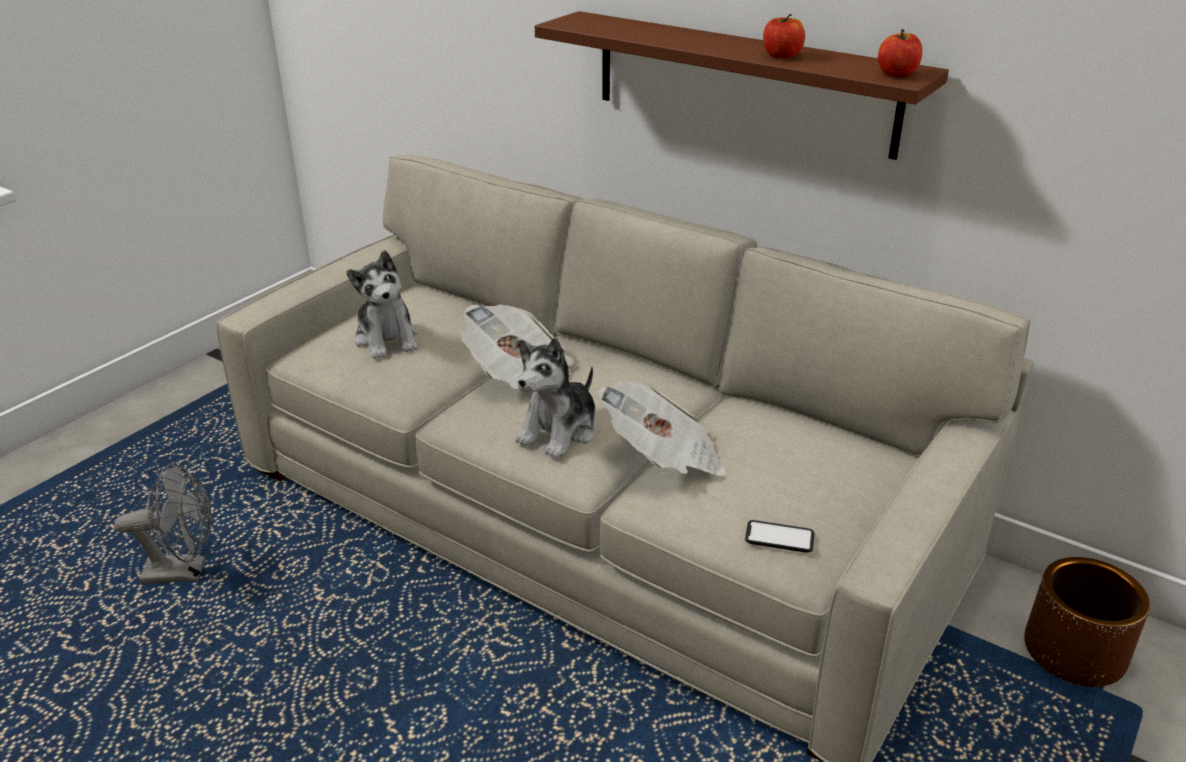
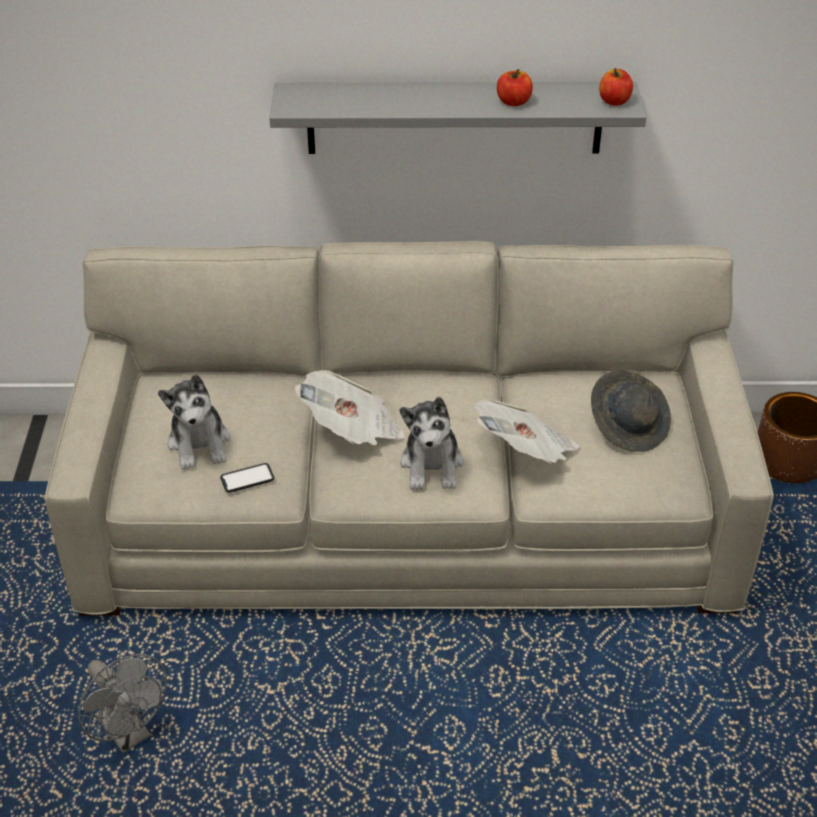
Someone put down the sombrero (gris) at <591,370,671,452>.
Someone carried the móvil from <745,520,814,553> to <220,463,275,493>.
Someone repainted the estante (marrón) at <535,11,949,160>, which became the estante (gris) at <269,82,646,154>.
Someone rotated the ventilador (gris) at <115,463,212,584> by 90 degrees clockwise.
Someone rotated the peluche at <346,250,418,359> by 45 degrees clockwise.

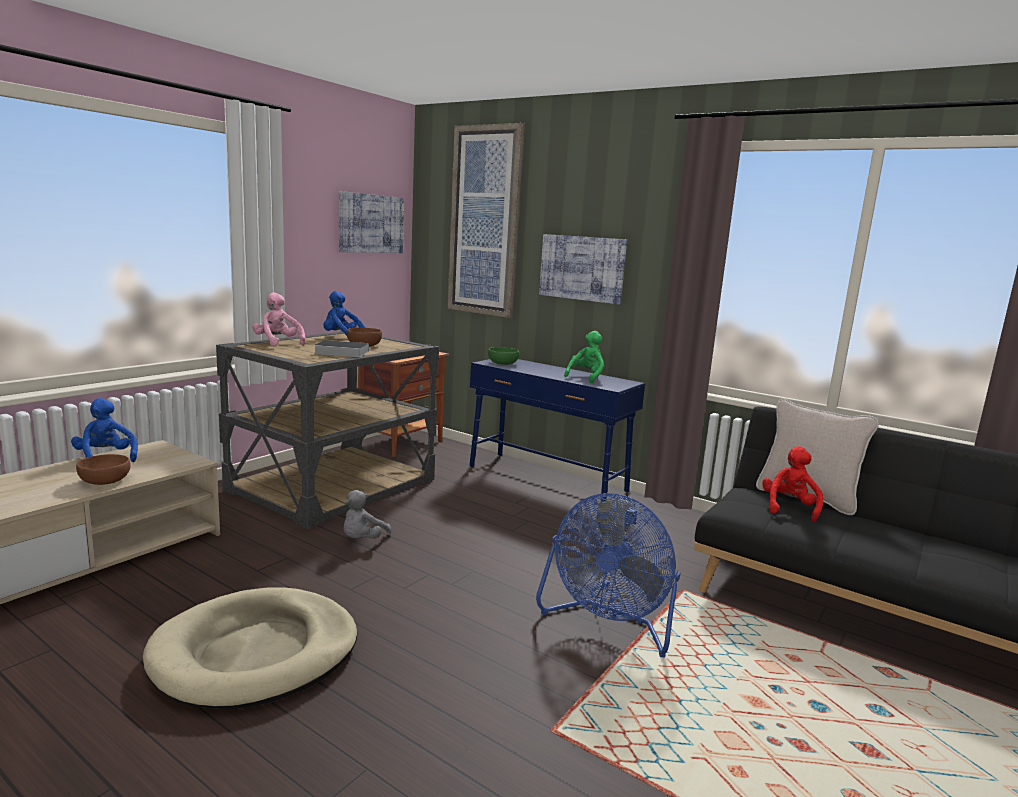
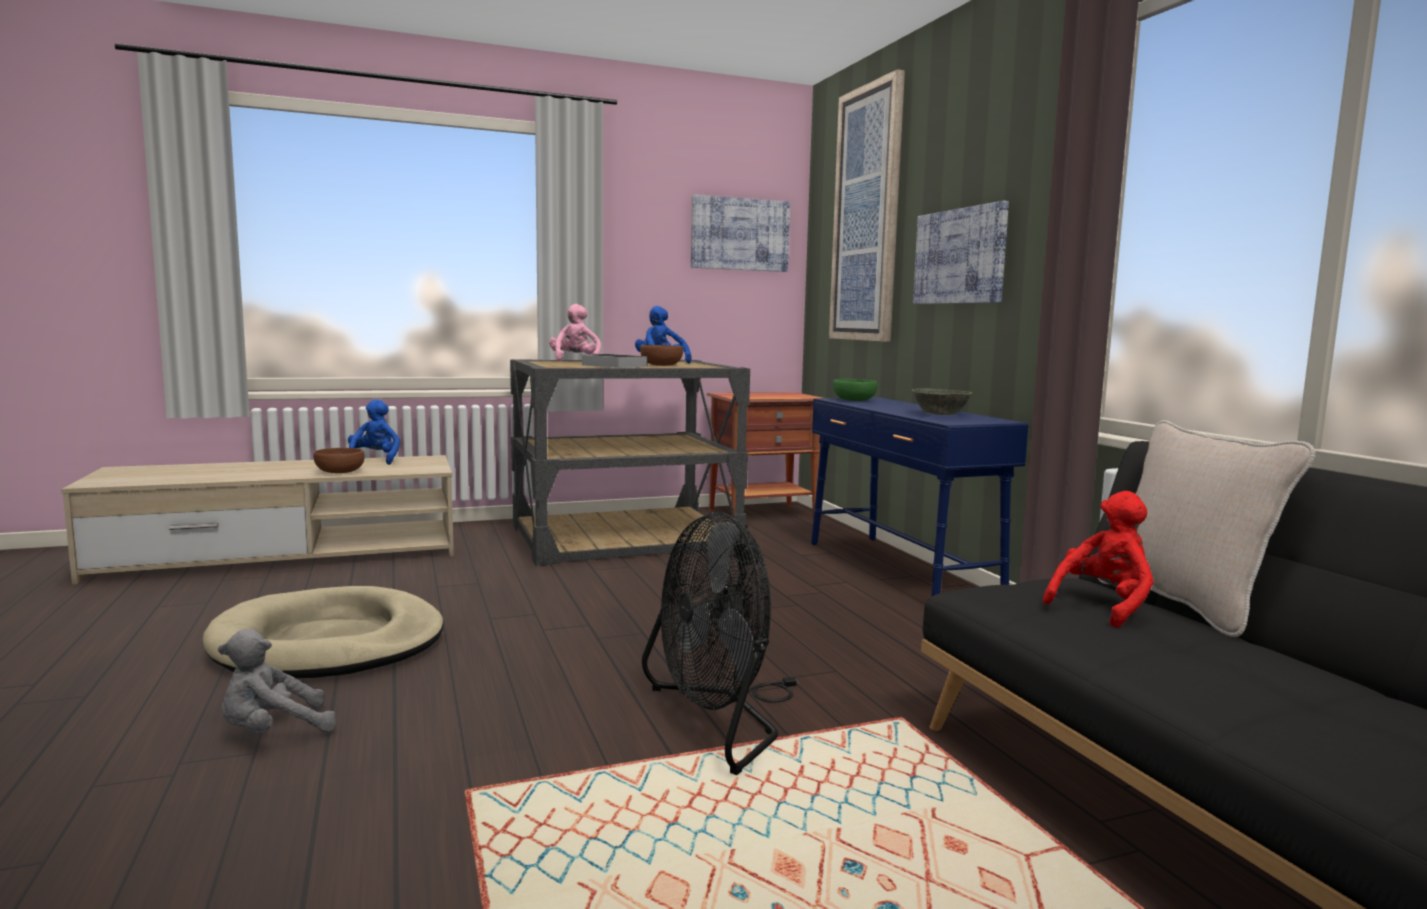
Someone carried the peluche (gris) from <344,490,392,539> to <218,629,336,734>.
Someone swapped the peluche (verde) at <564,331,604,383> for the cuenco (gris) at <912,389,973,415>.
Someone repainted the ventilador (azul) at <536,493,680,657>, which became the ventilador (negro) at <642,512,798,775>.

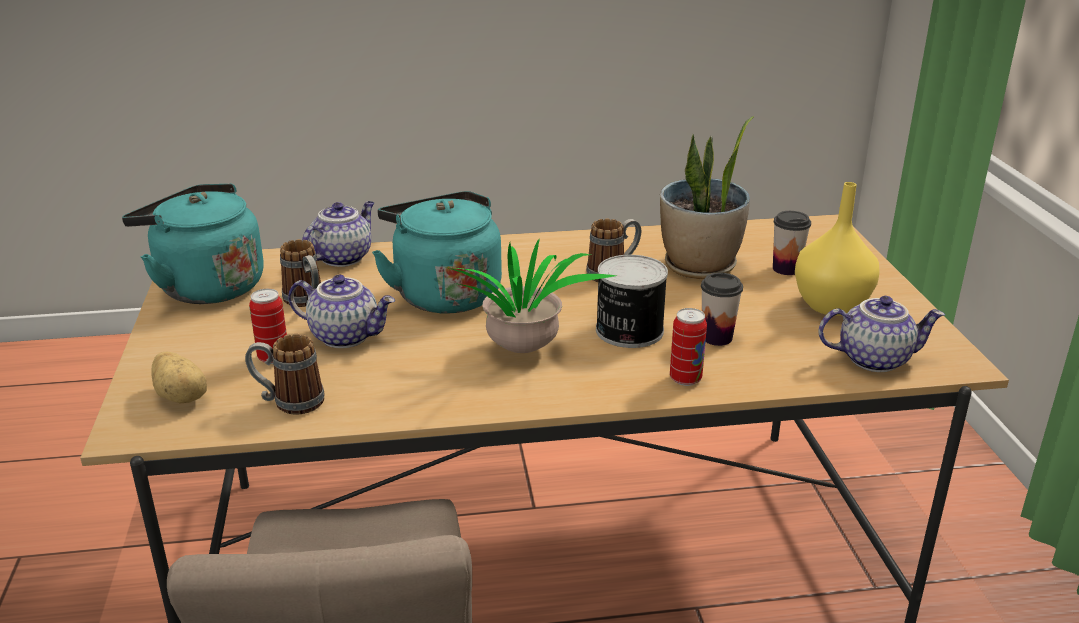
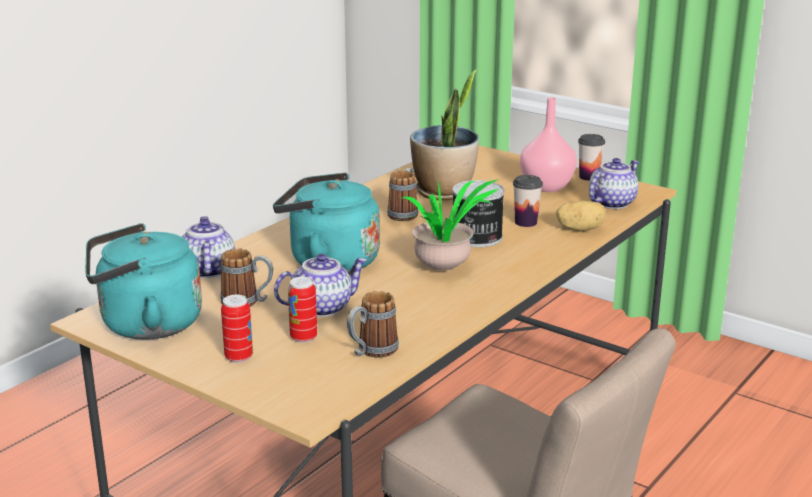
Someone carried the patata from <152,352,207,403> to <556,201,605,232>.
Someone carried the lata from <670,308,707,386> to <221,295,253,363>.
Someone carried the taza from <773,211,811,275> to <578,134,605,181>.
Someone repainted the florero (amarillo) at <795,182,880,316>, which became the florero (rosa) at <520,98,577,192>.

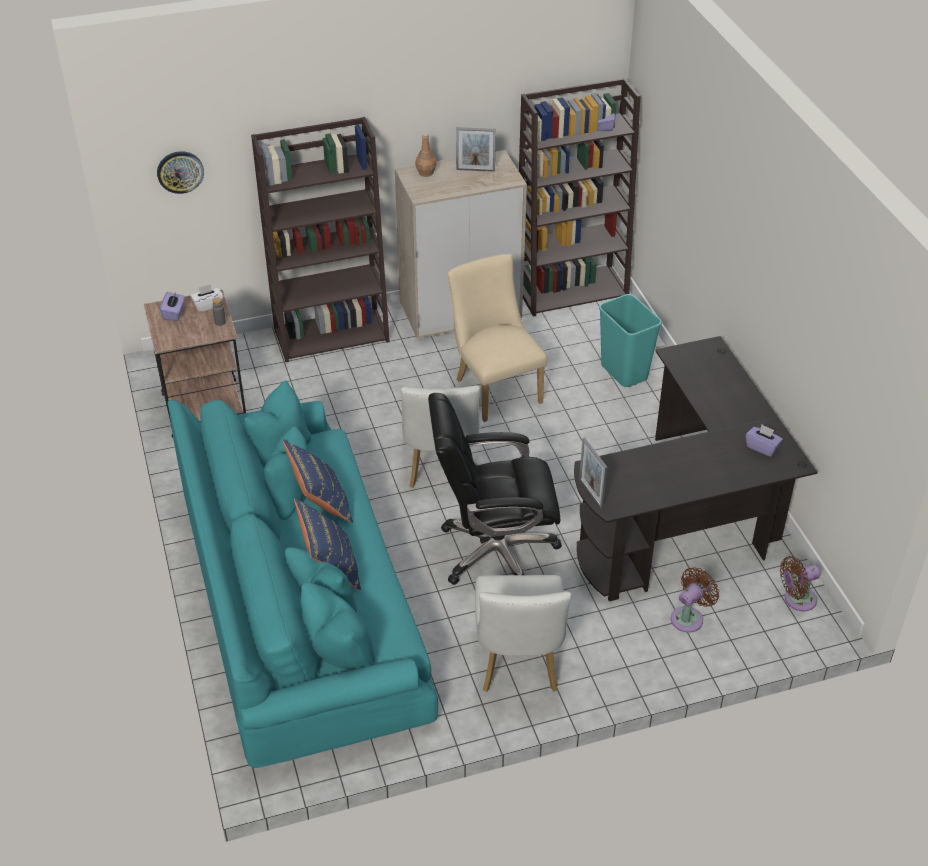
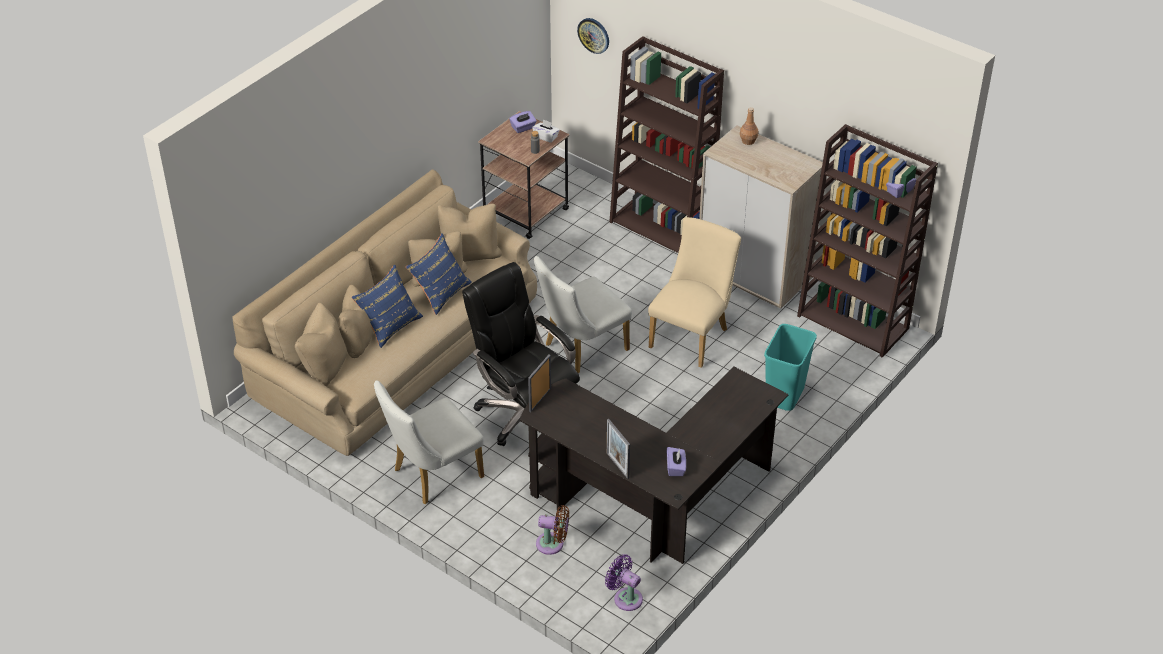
Someone carried the portarretratos from <456,127,496,172> to <607,419,630,479>.
Someone repainted the sofá (turquesa) at <168,380,438,768>, which became the sofá (beis) at <233,169,537,456>.
Someone repainted the ventilador (marrón) at <780,556,821,611>, which became the ventilador (morado) at <605,554,643,611>.

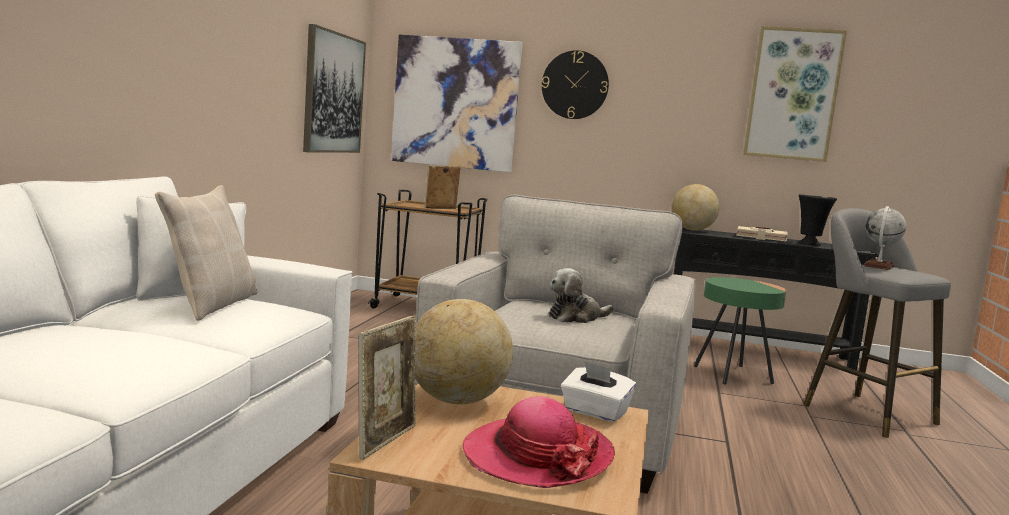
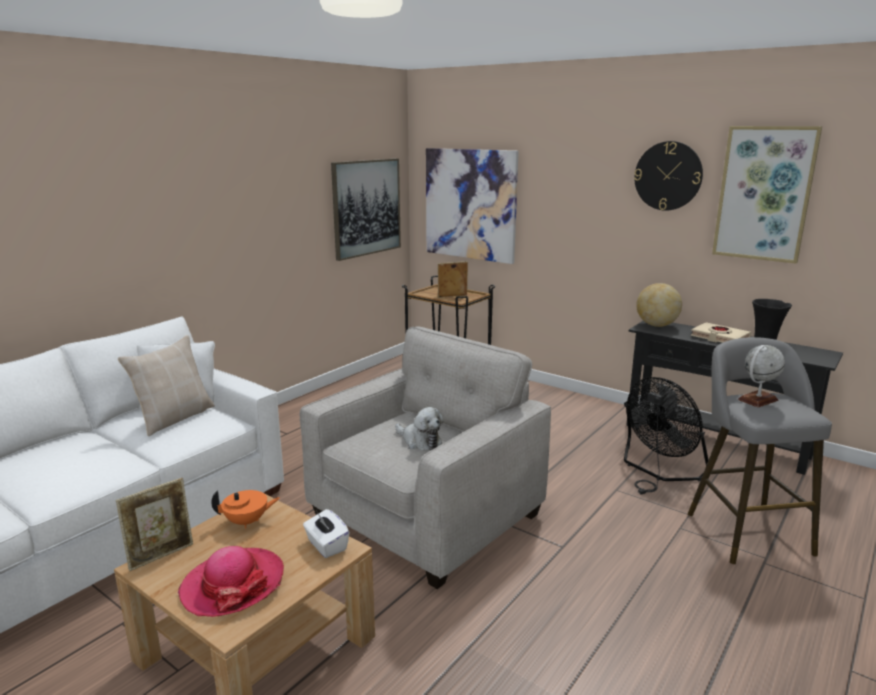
Someone carried the reloj de pared from <542,50,609,119> to <634,141,703,211>.
Someone swapped the globo terráqueo at <415,299,513,404> for the tetera (naranja) at <211,490,280,529>.
Someone swapped the mesa auxiliar (verde) at <694,277,787,385> for the ventilador (negro) at <624,377,708,495>.
Someone rotated the peluche at <549,268,613,323> by 135 degrees counterclockwise.

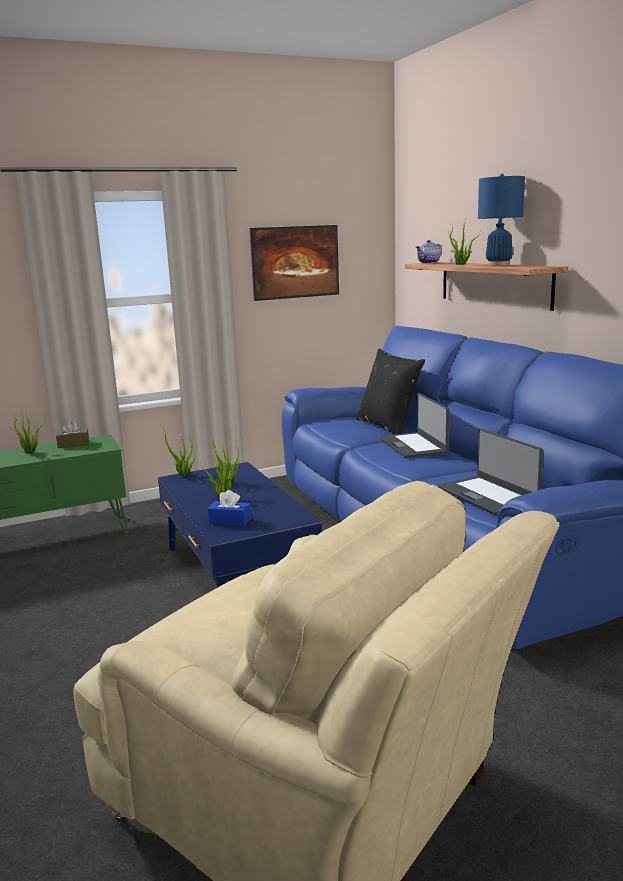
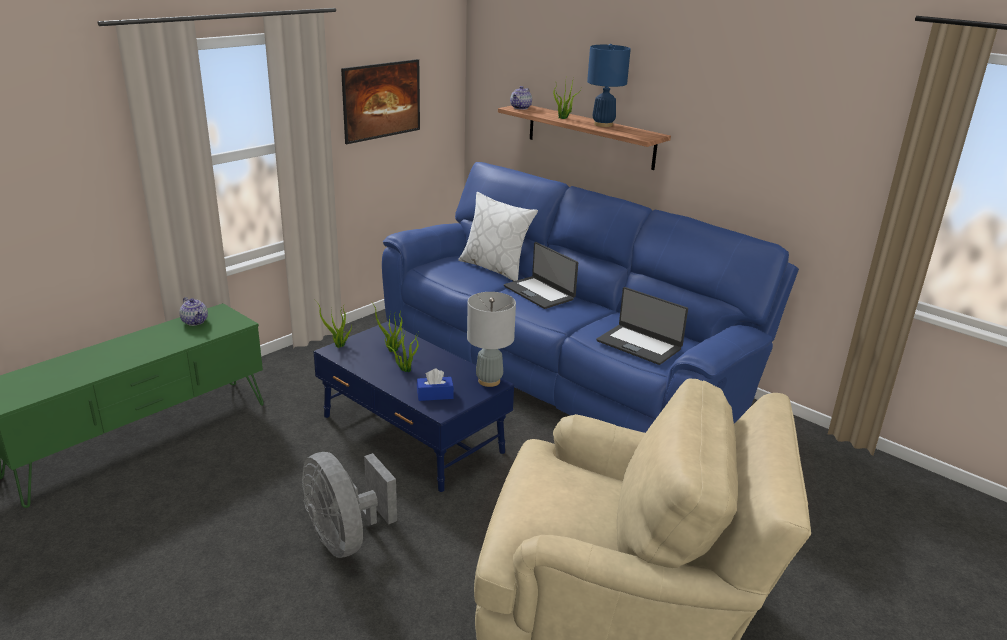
Someone took away the planta en maceta at <10,410,45,454>.
Someone put down the ventilador (gris) at <302,452,397,558>.
Someone put down the lámpara de mesa (gris) at <467,292,516,387>.
Someone swapped the caja de pañuelos (marrón) at <56,420,89,448> for the tetera at <179,297,208,326>.
Someone repainted the cojín (negro) at <357,349,425,435>, which became the cojín (blanco) at <458,192,538,281>.

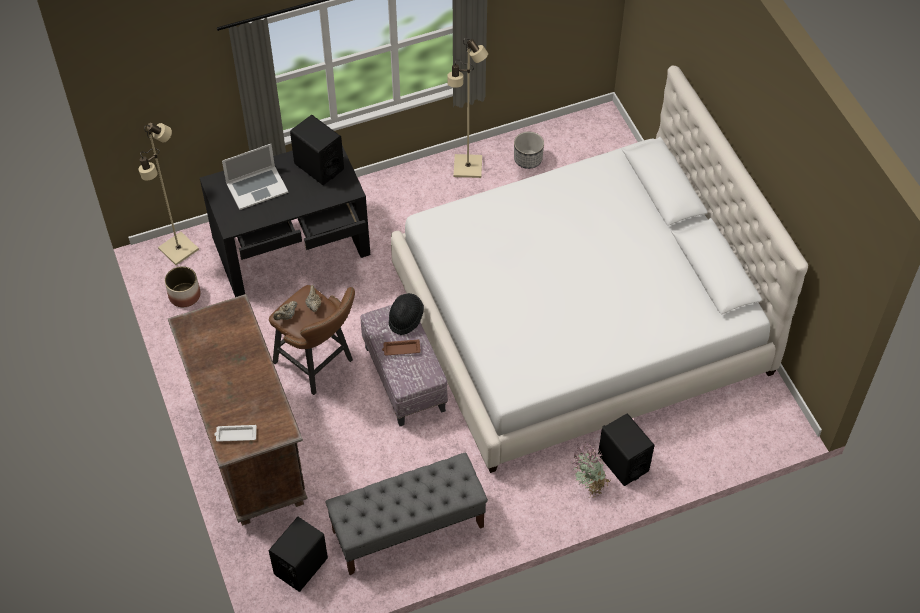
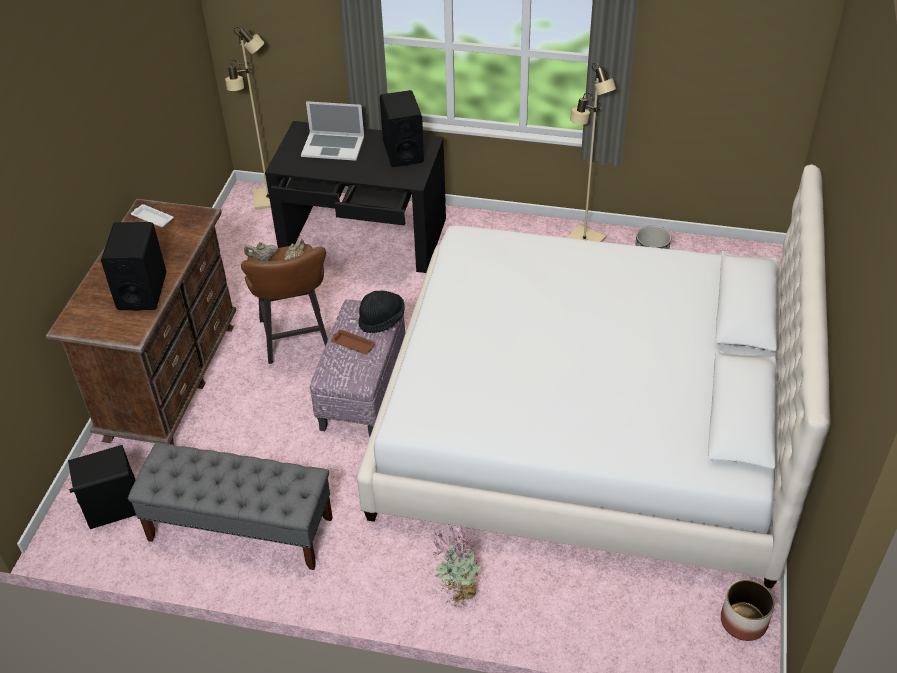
Someone carried the maceta from <165,266,200,307> to <721,579,775,641>.
Someone carried the bandeja (blanco) from <214,425,257,442> to <131,204,174,227>.
Someone carried the altavoz (negro) from <598,413,655,486> to <101,222,167,311>.

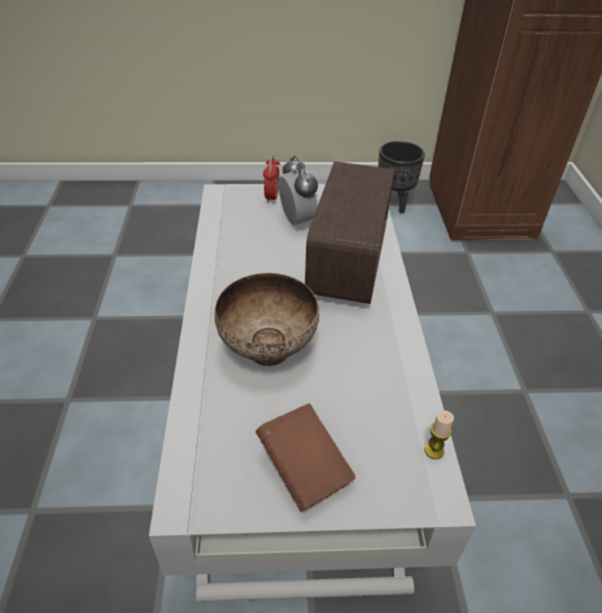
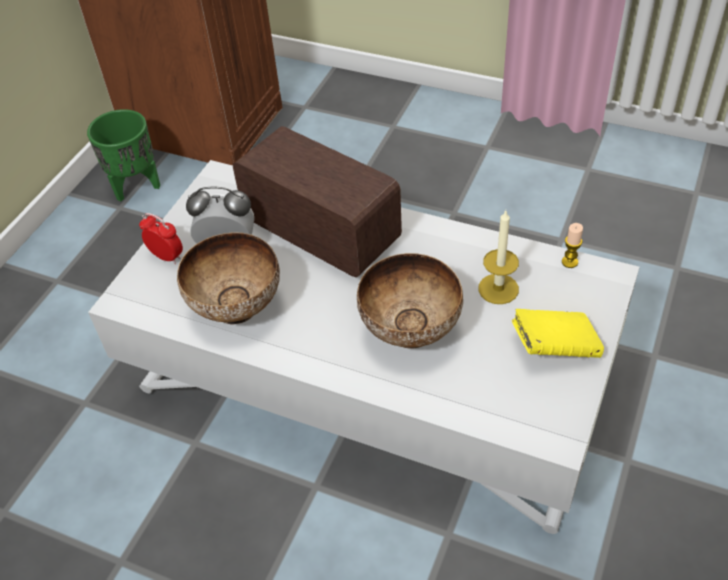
Someone put down the cuenco at <177,232,280,325>.
Someone put down the vela at <478,211,519,304>.
Someone repainted the libro (marrón) at <256,404,356,512>, which became the libro (amarillo) at <512,309,604,358>.
Someone repainted the maceta (negro) at <378,141,425,214>, which became the maceta (verde) at <87,109,160,201>.

